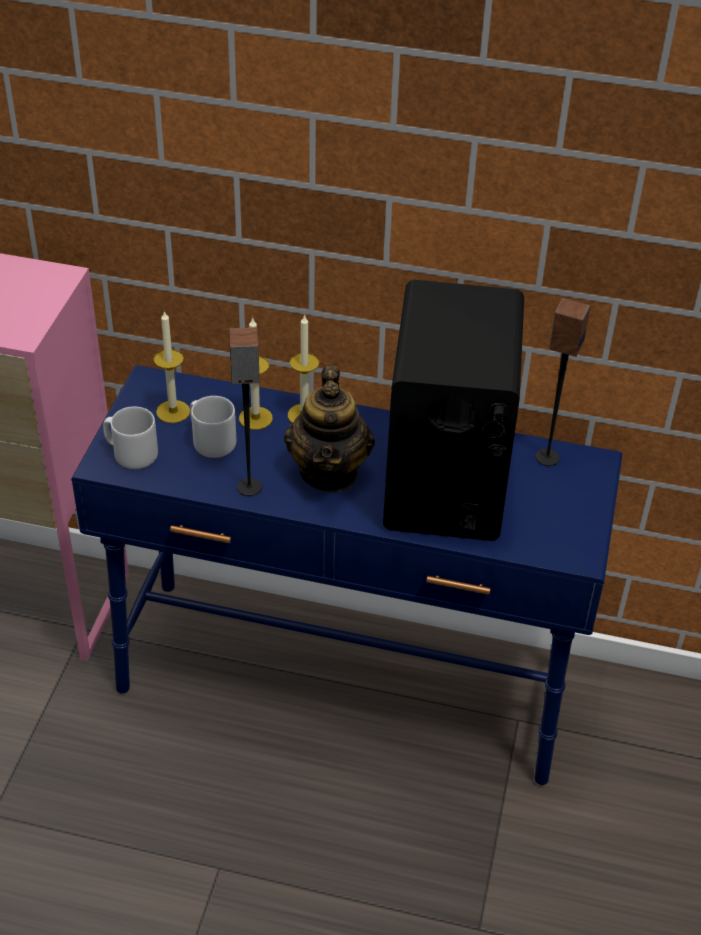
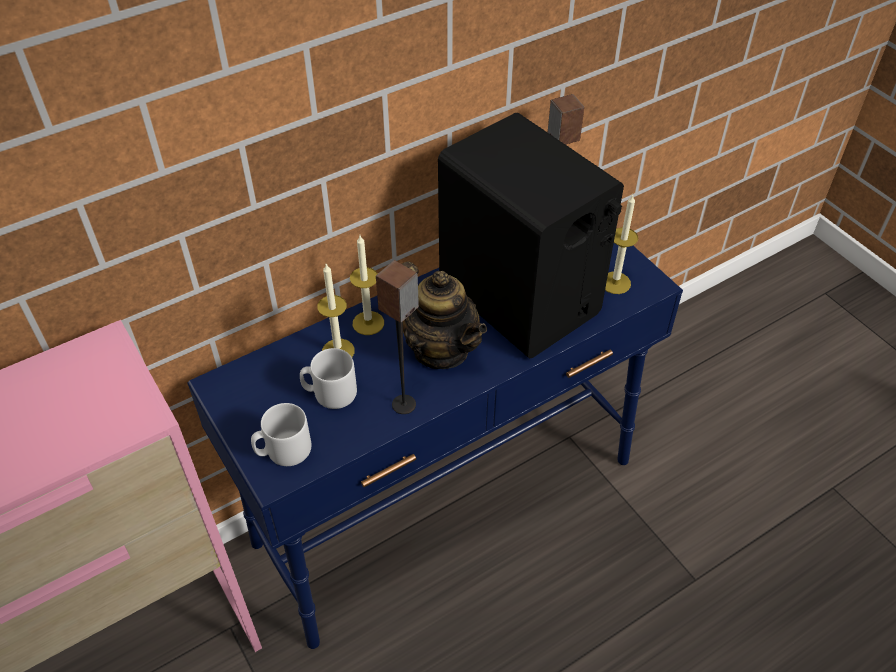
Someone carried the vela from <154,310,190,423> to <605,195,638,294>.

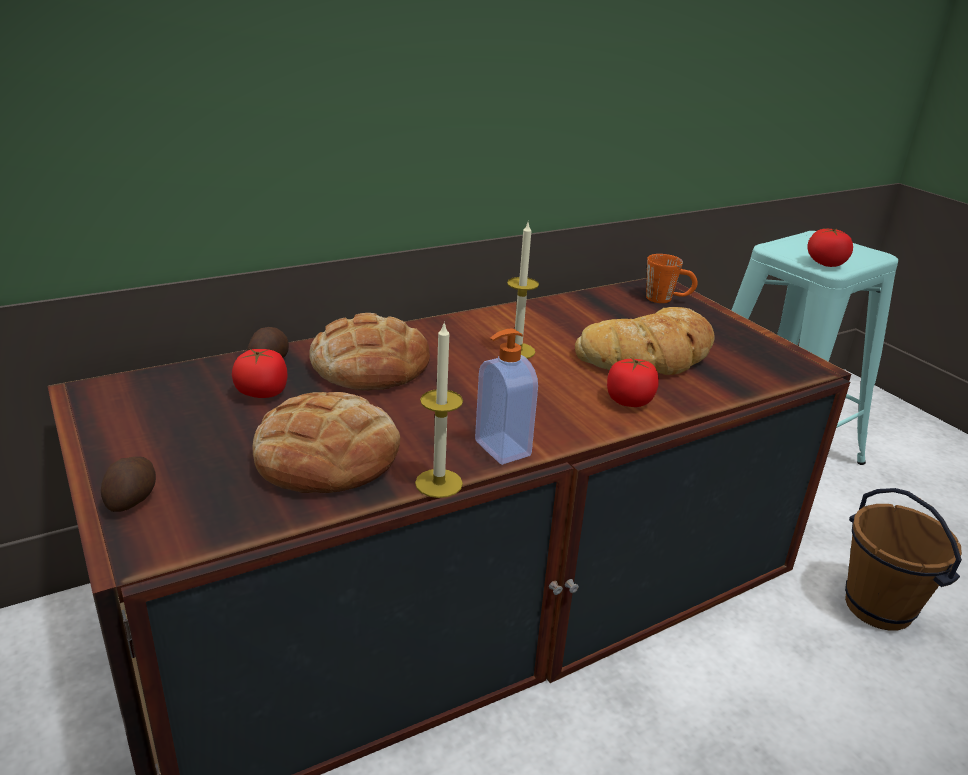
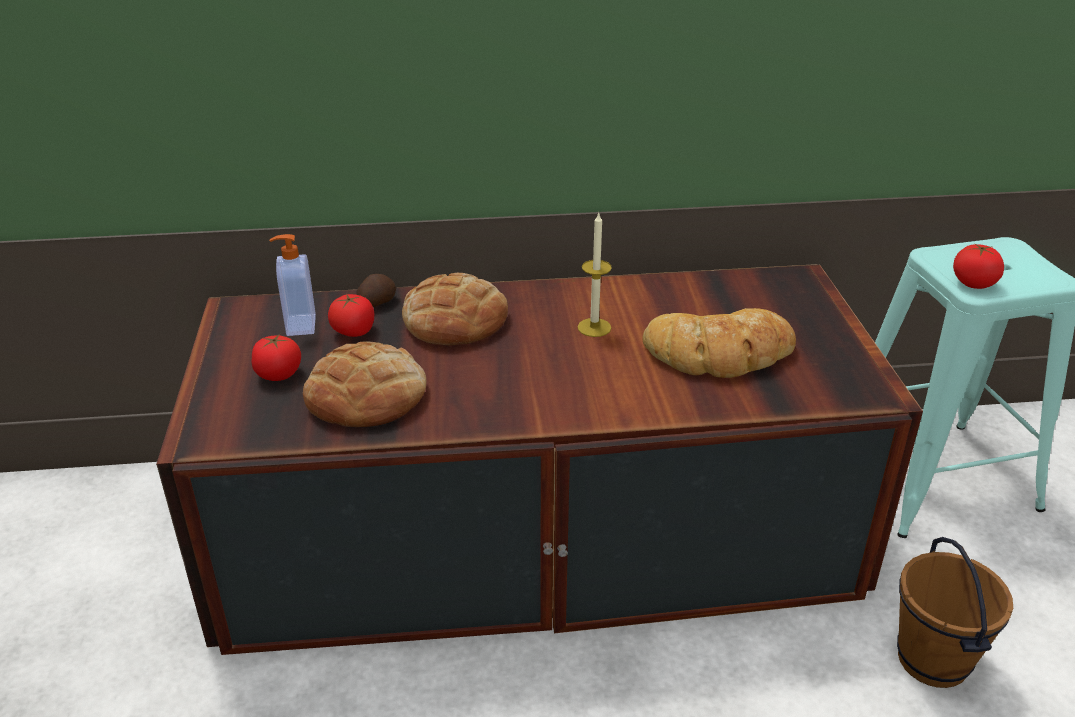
Someone took away the patata at <101,456,156,512>.
Someone took away the vela at <415,321,463,498>.
Someone took away the taza grande (naranja) at <646,254,697,303>.
Someone carried the dispensador de jabón from <475,328,538,465> to <270,234,316,336>.
Someone carried the tomate from <607,357,659,407> to <251,334,301,381>.

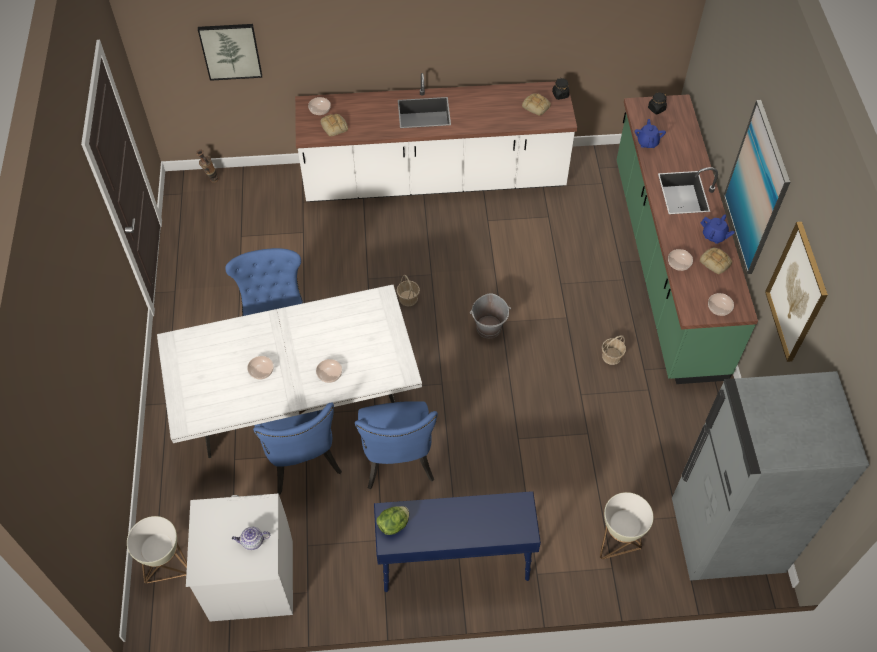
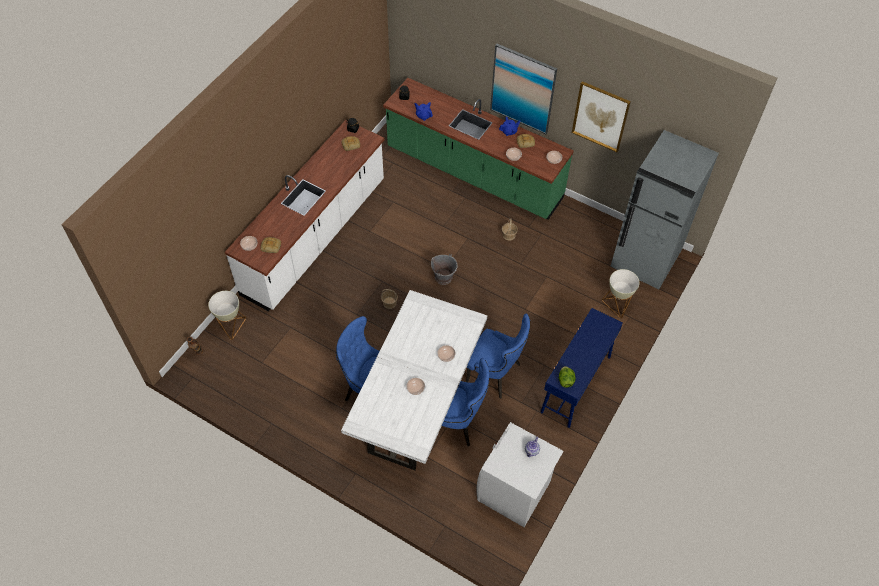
Someone took away the cuadro at <198,24,262,81>.
Someone carried the maceta from <127,516,187,583> to <208,291,246,340>.

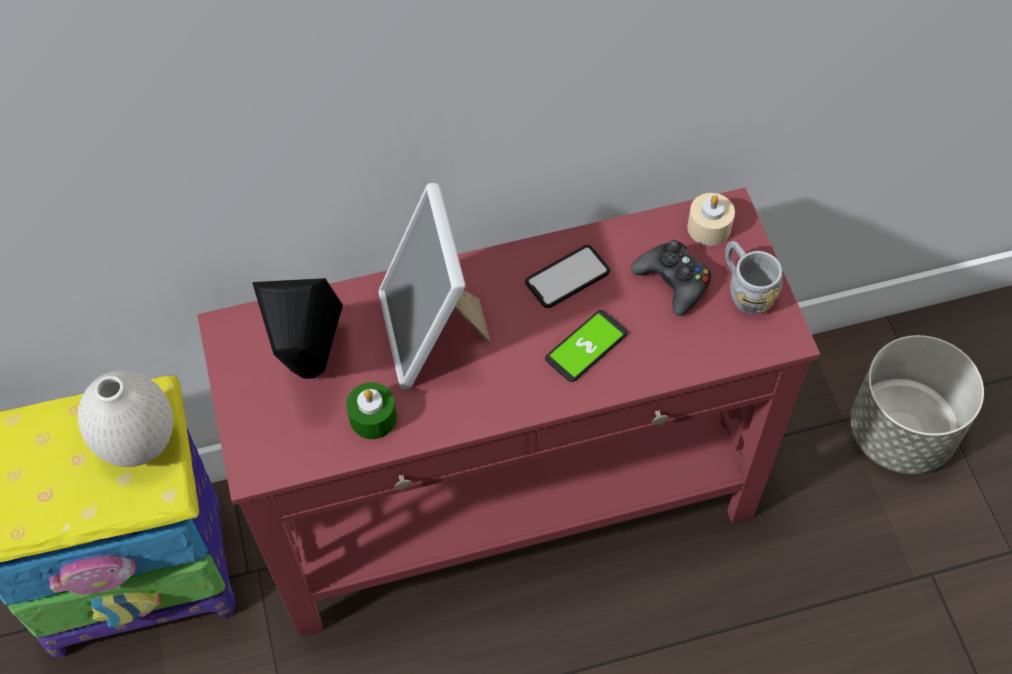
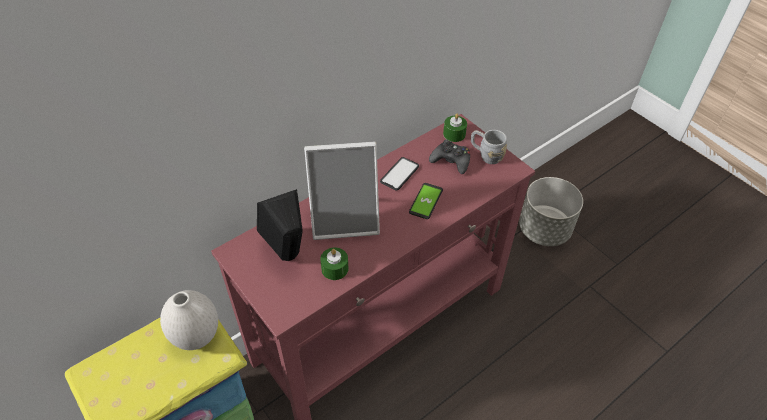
Someone repainted the vela (beis) at <687,193,735,246>, which became the vela (verde) at <443,113,467,142>.
Someone rotated the portarretratos at <379,183,491,389> by 60 degrees counterclockwise.

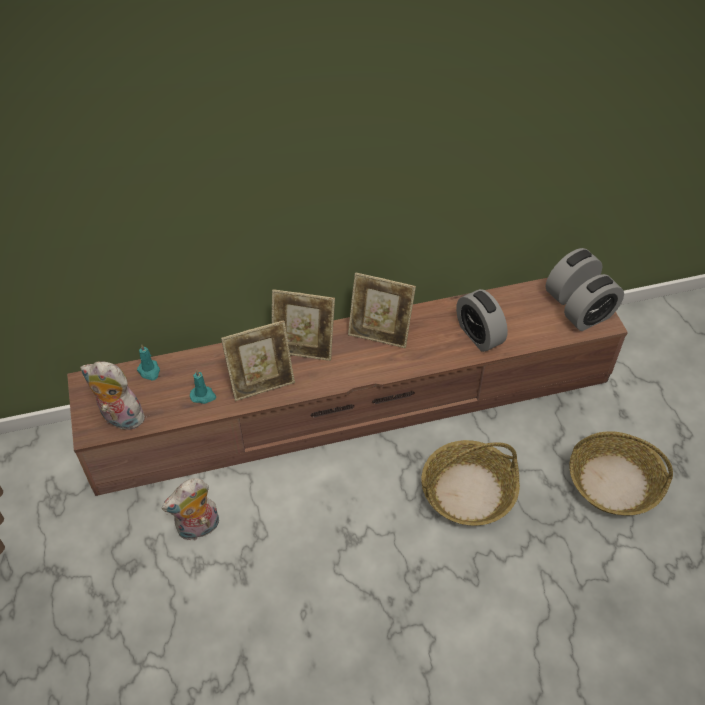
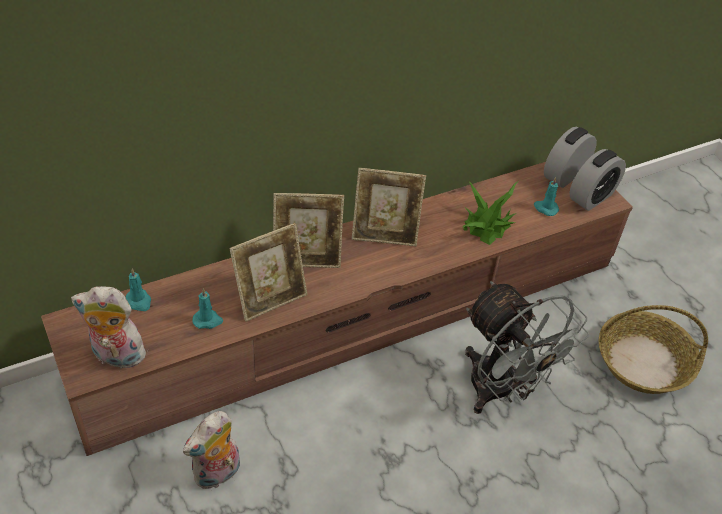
Someone put down the vela (turquesa) at <534,177,559,216>.
Someone swapped the cesta at <421,440,520,526> for the ventilador (gris) at <465,281,589,414>.
Someone swapped the despertador at <456,289,508,352> for the planta en maceta at <462,181,517,245>.

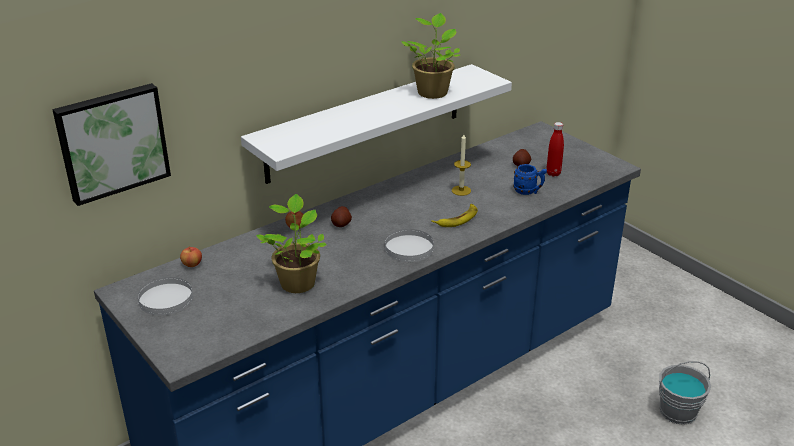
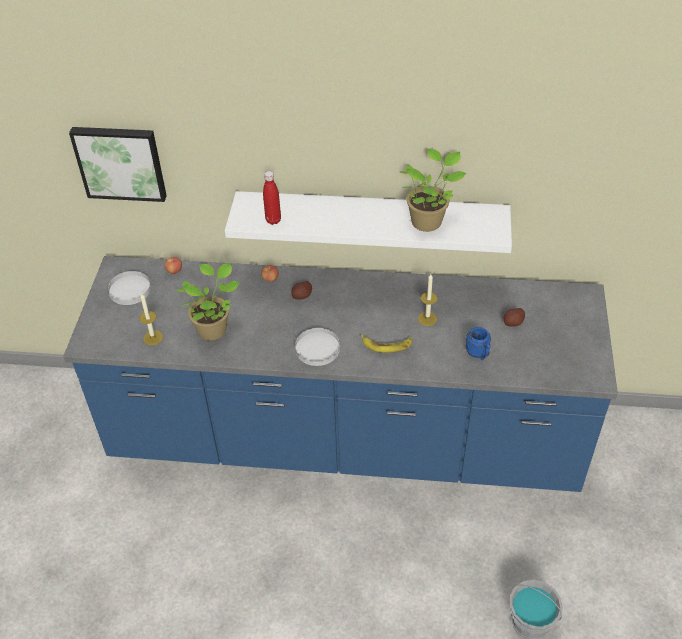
Someone put down the vela at <139,294,163,345>.
Someone carried the botella (rojo) from <546,122,564,177> to <263,171,281,225>.

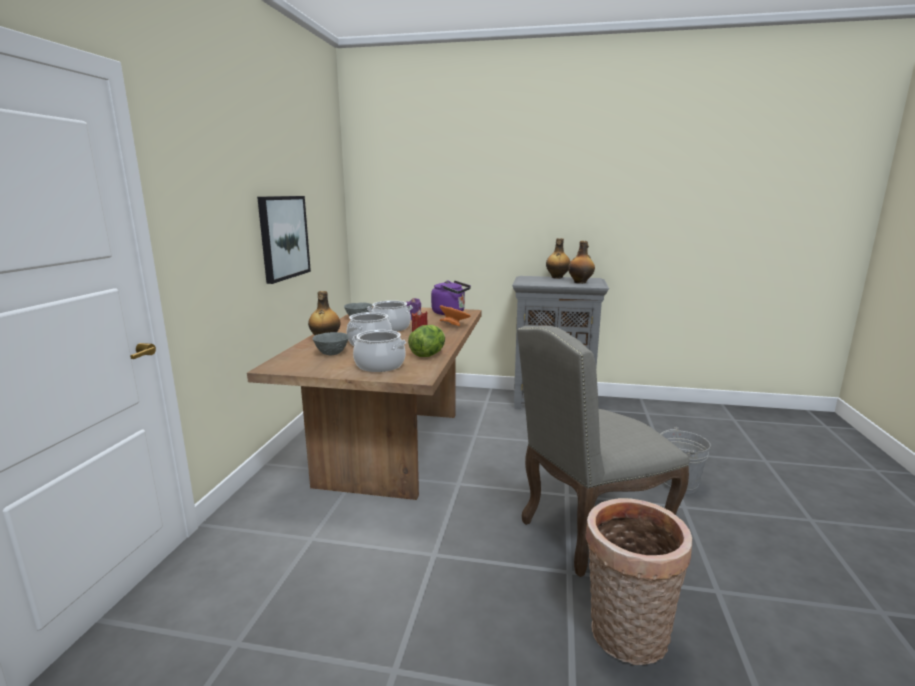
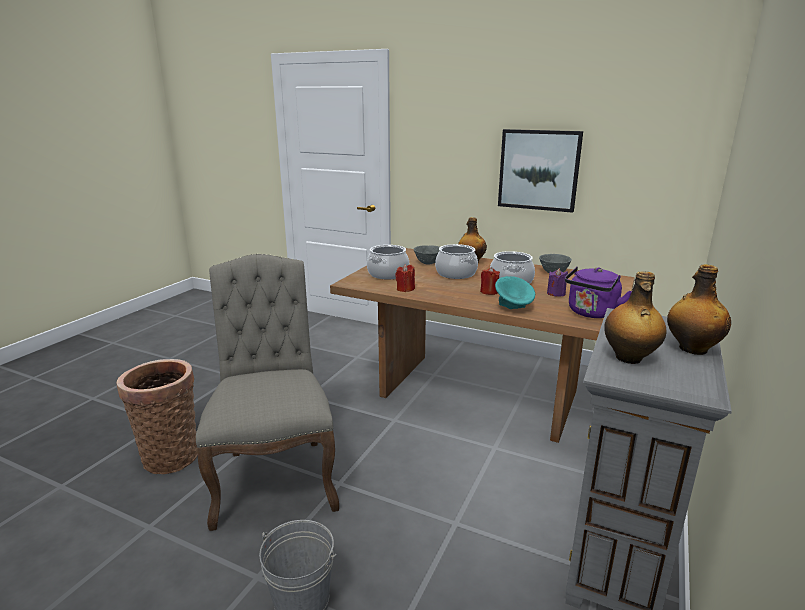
Someone swapped the lechuga at <408,325,445,357> for the vela (rojo) at <395,264,415,292>.
Someone repainted the cuenco (naranja) at <440,305,470,326>, which became the cuenco (turquesa) at <495,276,535,309>.

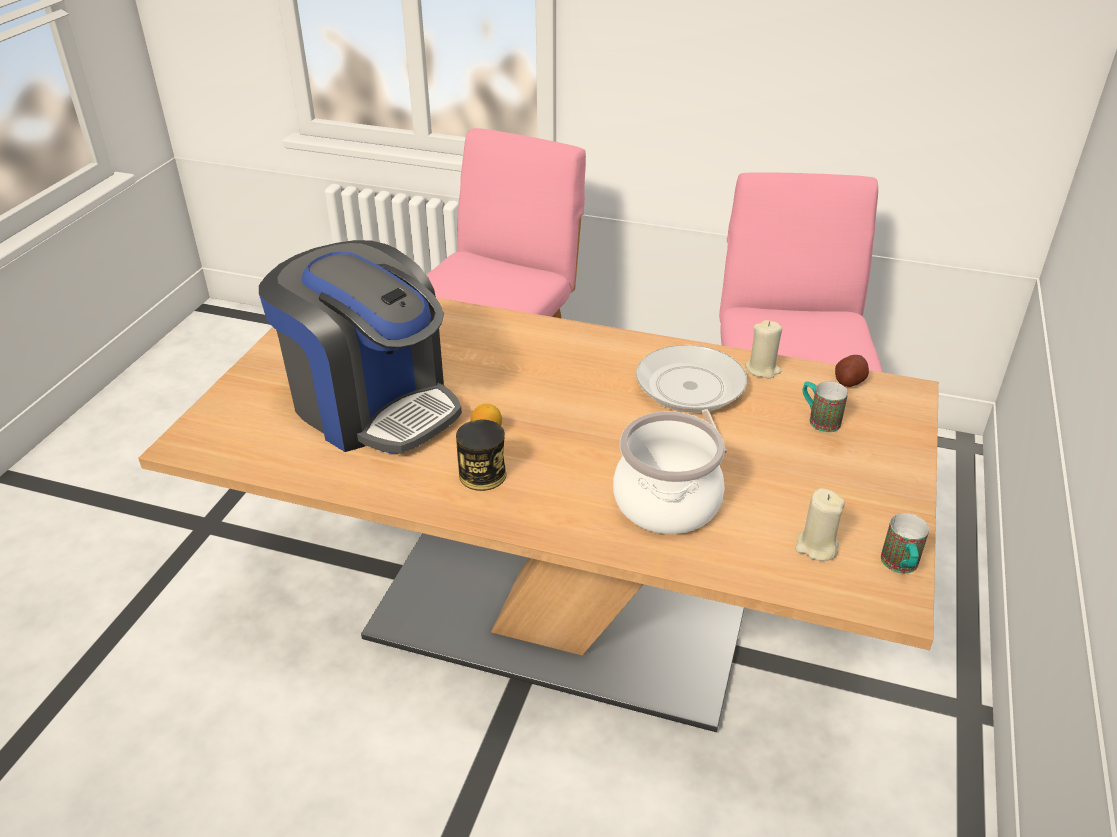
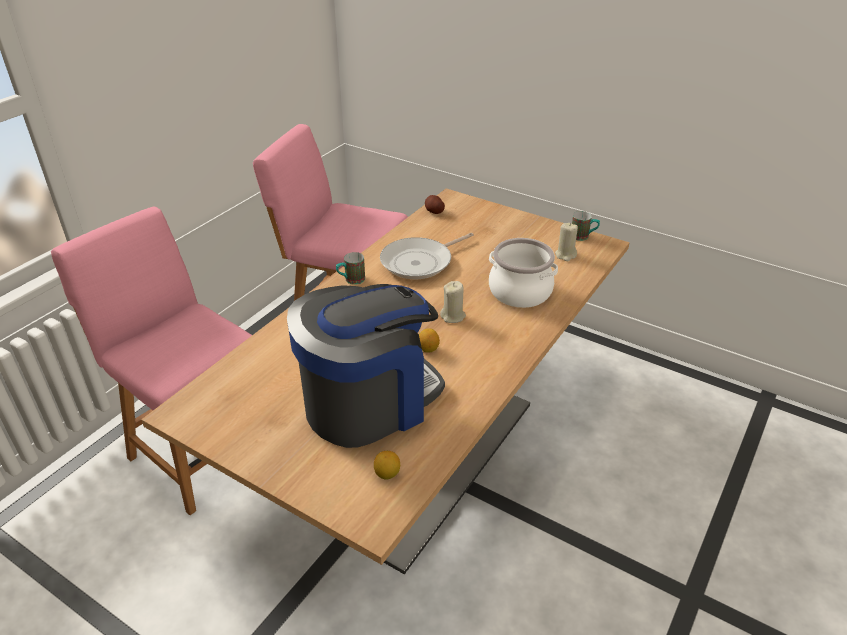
Someone took away the lata at <456,420,506,491>.
Someone put down the limón at <374,451,400,480>.
Someone carried the vela (beis) from <745,320,782,379> to <440,281,466,323>.
Someone carried the taza grande from <803,381,848,433> to <336,252,365,285>.
Someone rotated the sartén at <636,345,747,454> by 45 degrees counterclockwise.

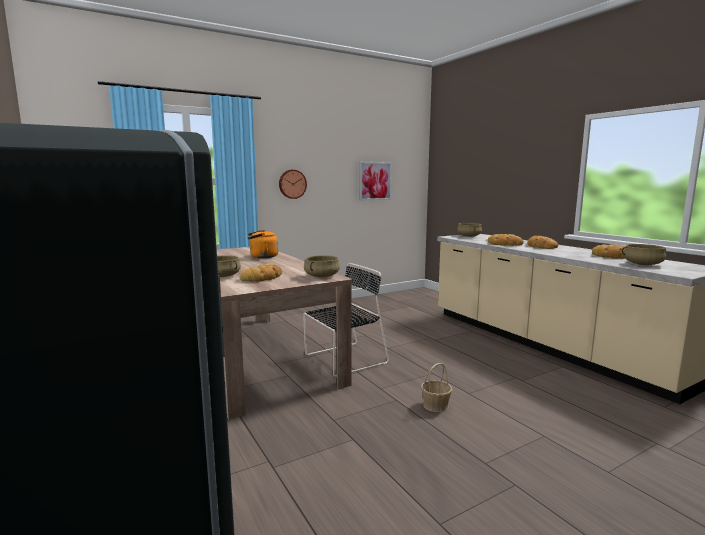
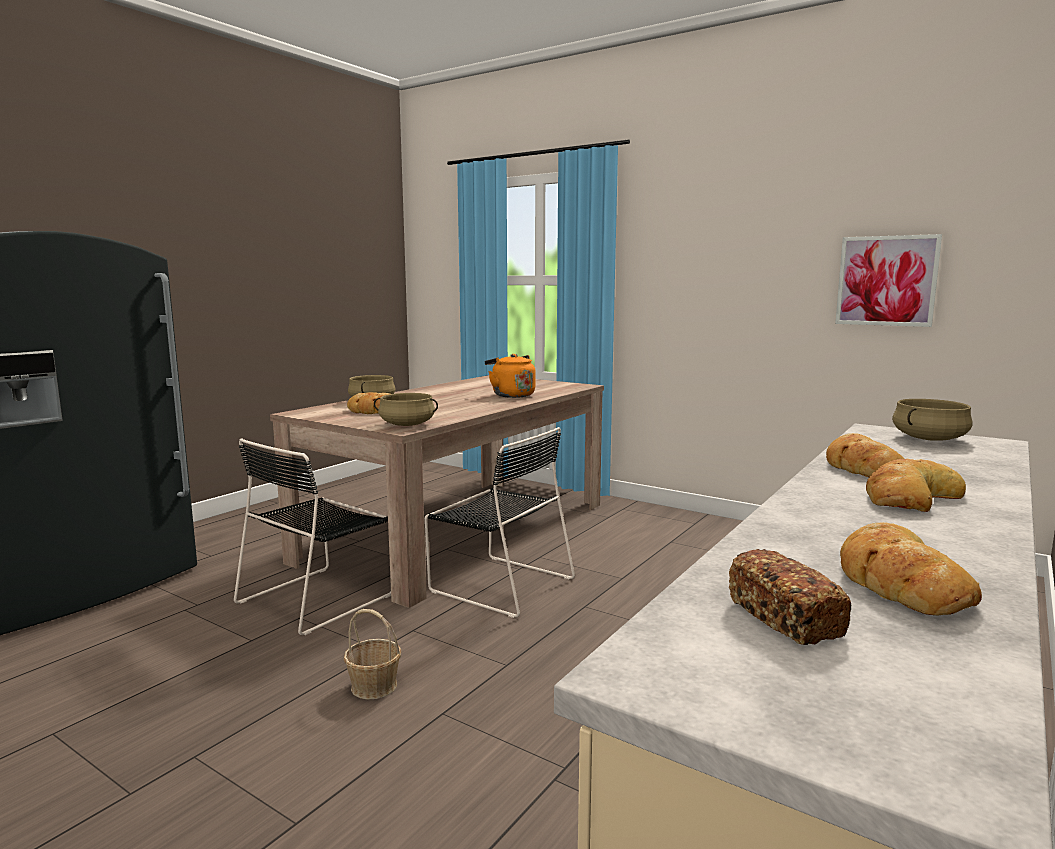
Someone took away the reloj de pared at <279,170,307,199>.
Someone put down the silla (negro) at <234,438,391,635>.
Someone swapped the olla (beis) at <622,244,666,265> for the pan at <729,549,851,645>.

